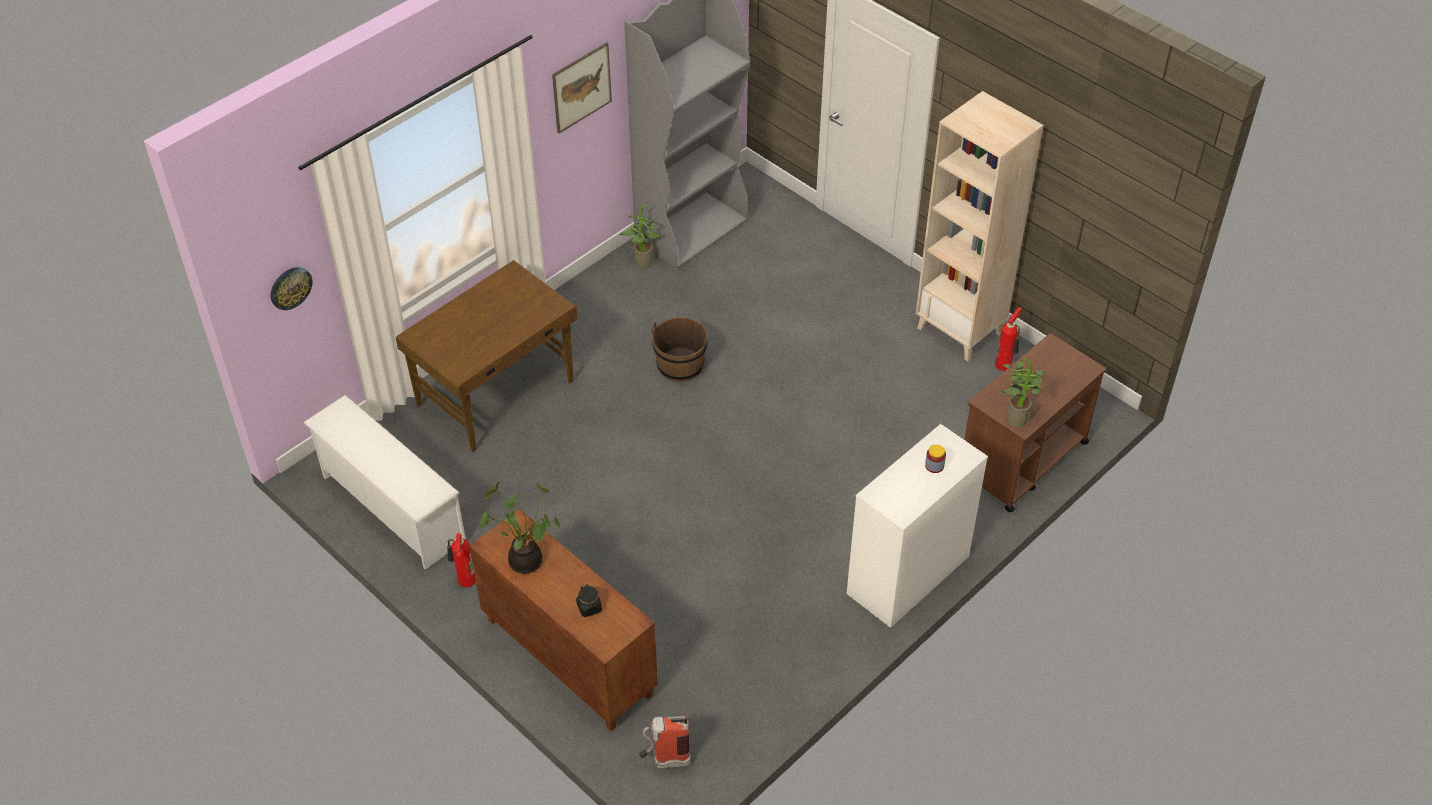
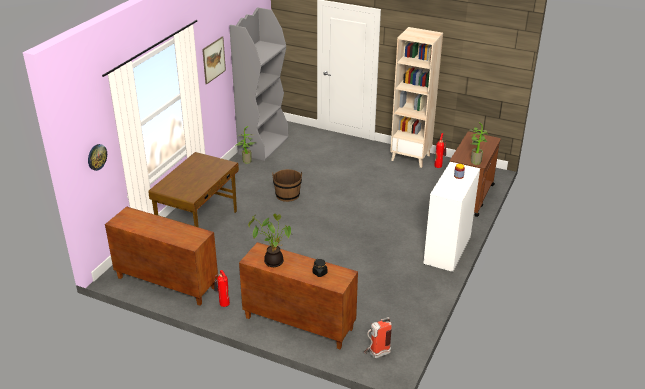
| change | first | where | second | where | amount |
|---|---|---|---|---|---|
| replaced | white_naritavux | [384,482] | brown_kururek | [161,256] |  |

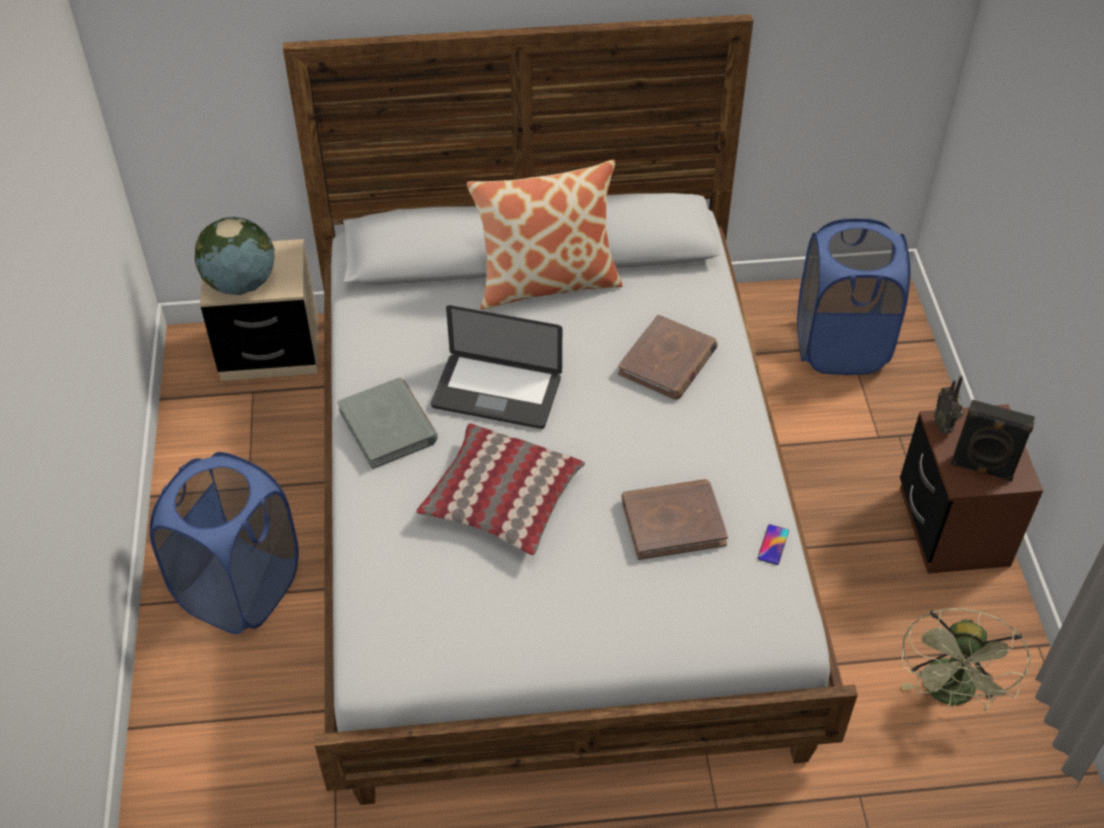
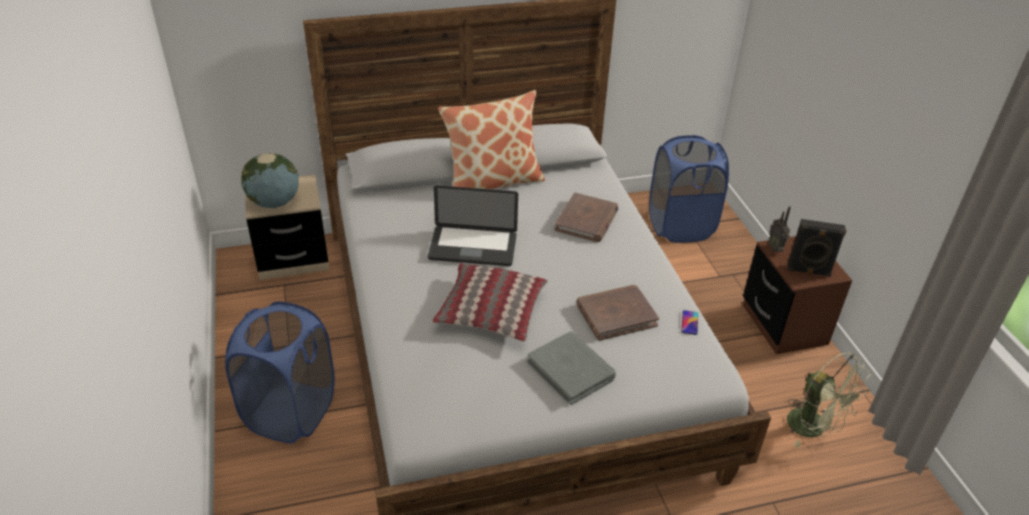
| change | first | where | second | where | amount |
|---|---|---|---|---|---|
| moved | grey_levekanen | [387,423] |  | [571,368] |  |
| turned | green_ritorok | [965,659] |  | [829,400] | 45 degrees counterclockwise |

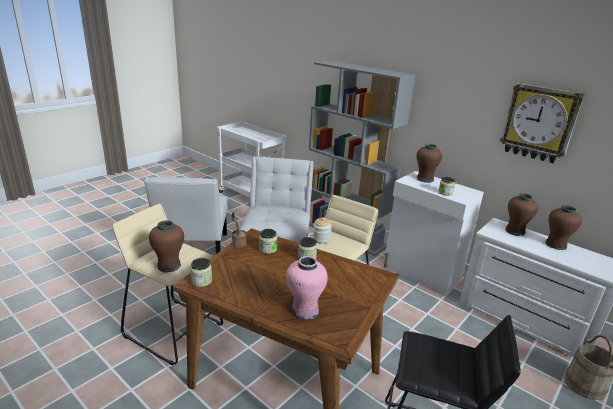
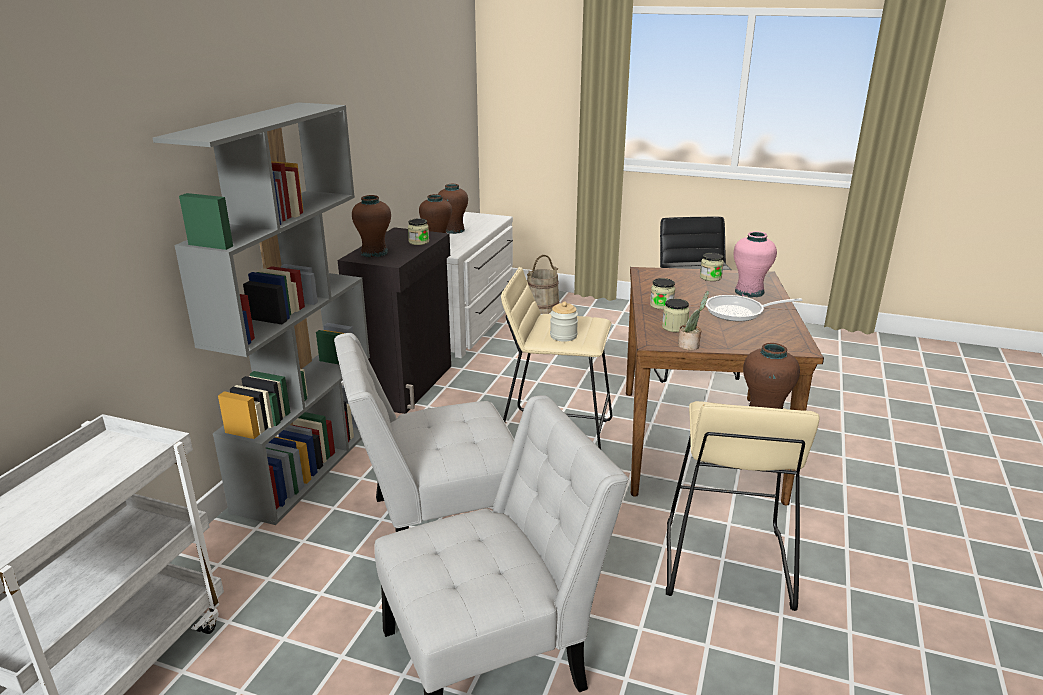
| change | first | where | second | where | amount |
|---|---|---|---|---|---|
| removed | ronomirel | [542,123] |  |  |  |
| recoloured | white_kururek | [433,233] | black_kururek | [394,320] |  |
| moved | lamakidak | [201,272] |  | [712,267] |  |
| added |  |  | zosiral | [754,308] |  |

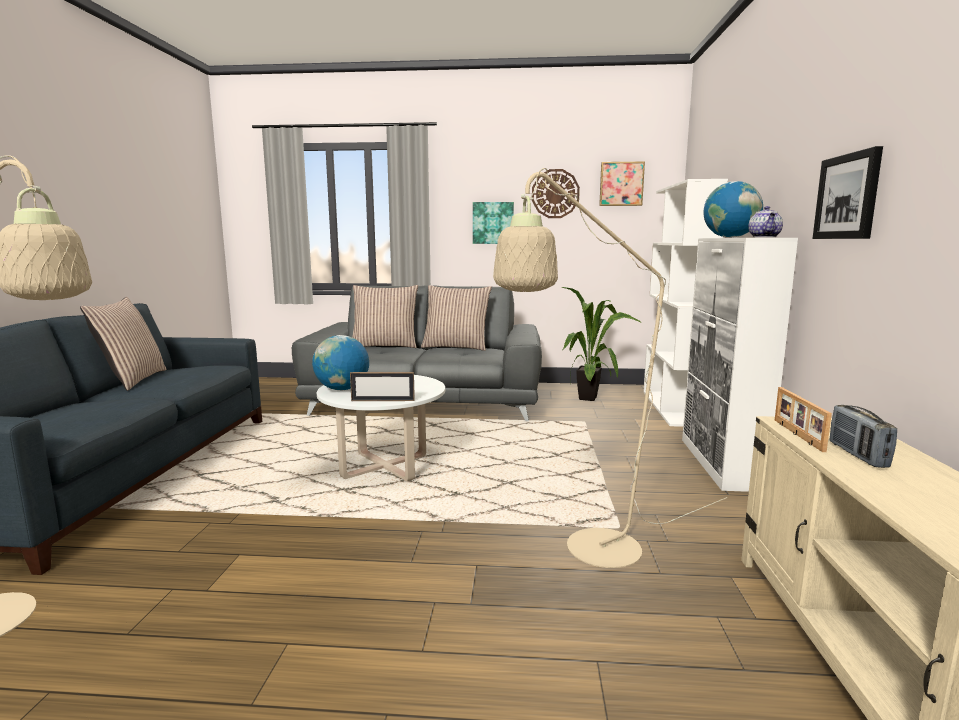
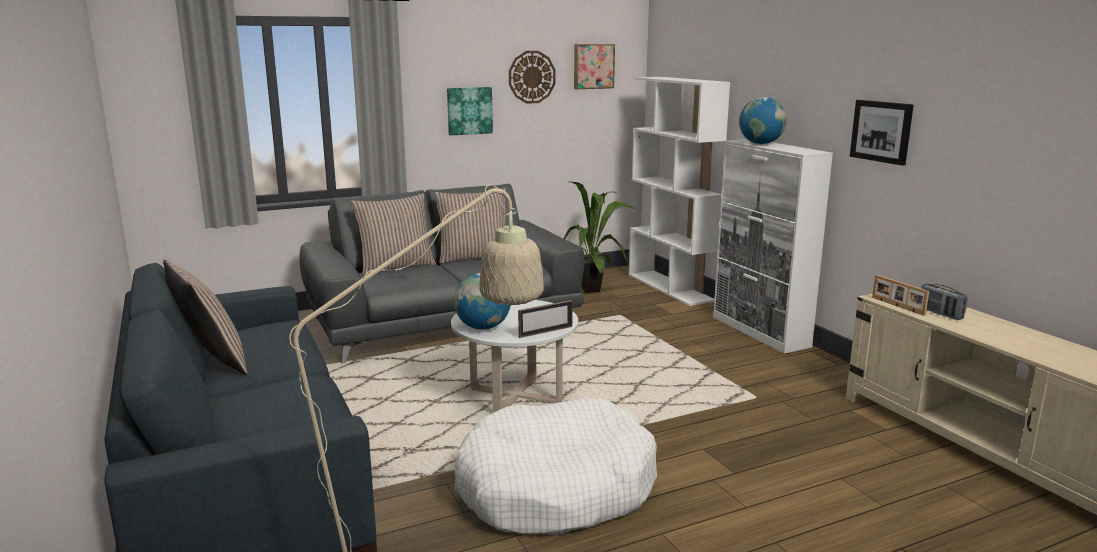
| change | first | where | second | where | amount |
|---|---|---|---|---|---|
| removed | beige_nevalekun | [610,368] |  |  |  |
| removed | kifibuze | [765,221] |  |  |  |
| added |  |  | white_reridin | [555,466] |  |

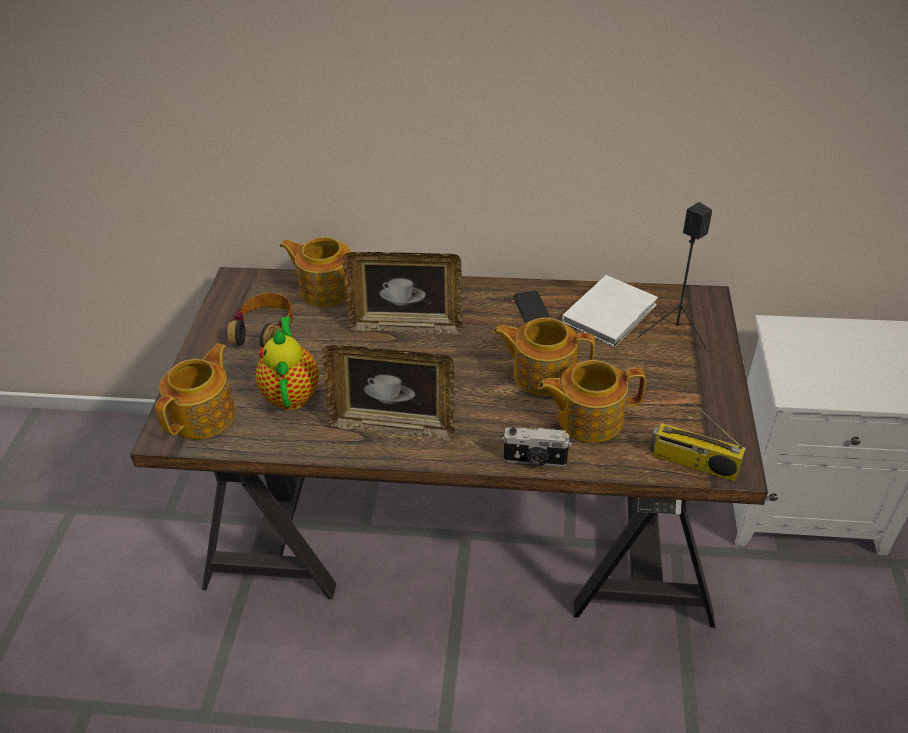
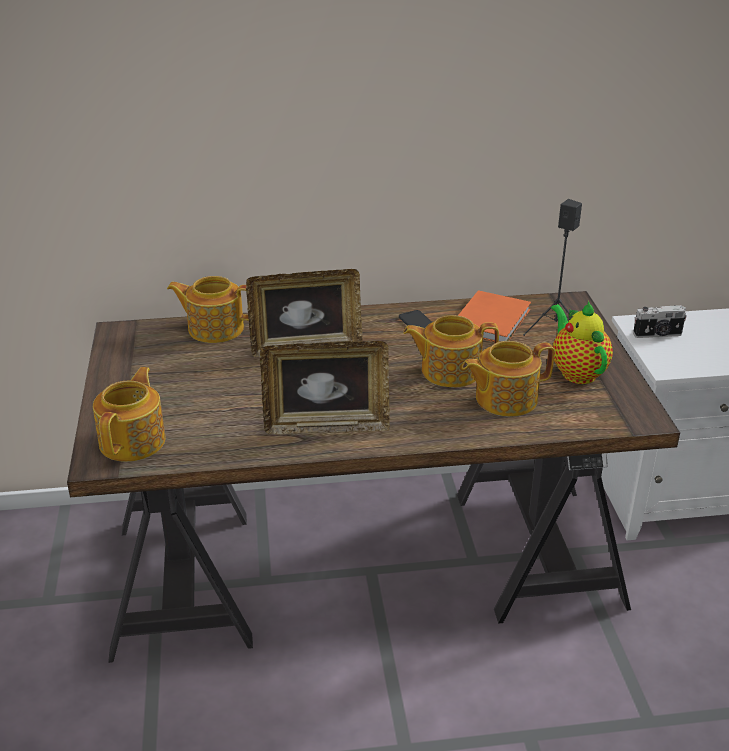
| change | first | where | second | where | amount |
|---|---|---|---|---|---|
| recoloured | white_levekanen | [610,311] | orange_levekanen | [494,316] |  |
| removed | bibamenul | [260,320] |  |  |  |
| moved | kifibuze | [287,363] |  | [582,342] |  |
| removed | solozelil | [697,436] |  |  |  |
| moved | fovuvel | [537,447] |  | [660,321] |  |

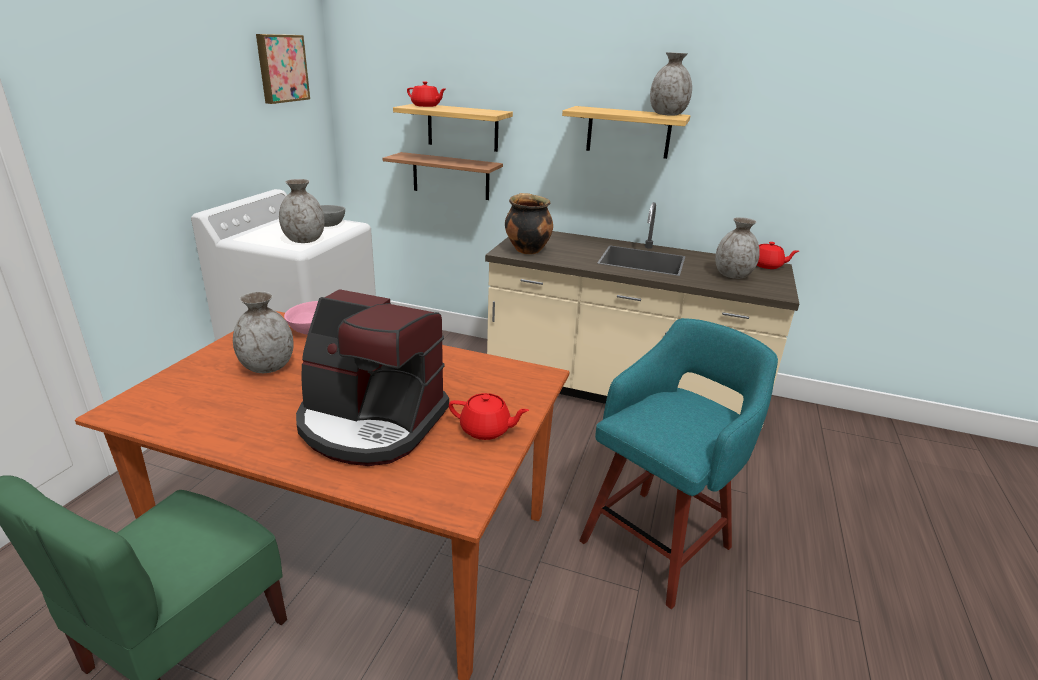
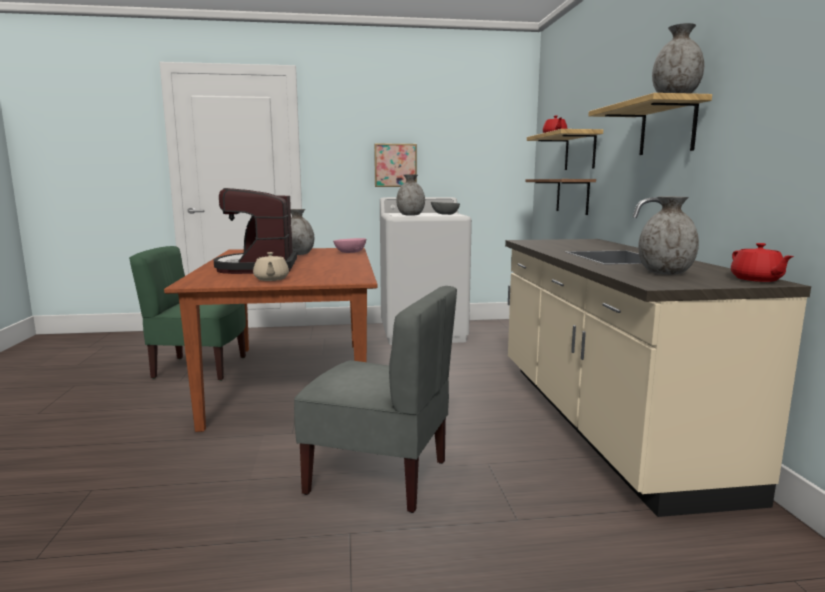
| change | first | where | second | where | amount |
|---|---|---|---|---|---|
| moved | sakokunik | [283,69] |  | [395,165] |  |
| removed | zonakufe | [529,223] |  |  |  |
| replaced | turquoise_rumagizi | [678,463] | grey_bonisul | [375,399] |  |
| recoloured | red_kifibuze | [489,416] | beige_kifibuze | [271,266] |  |

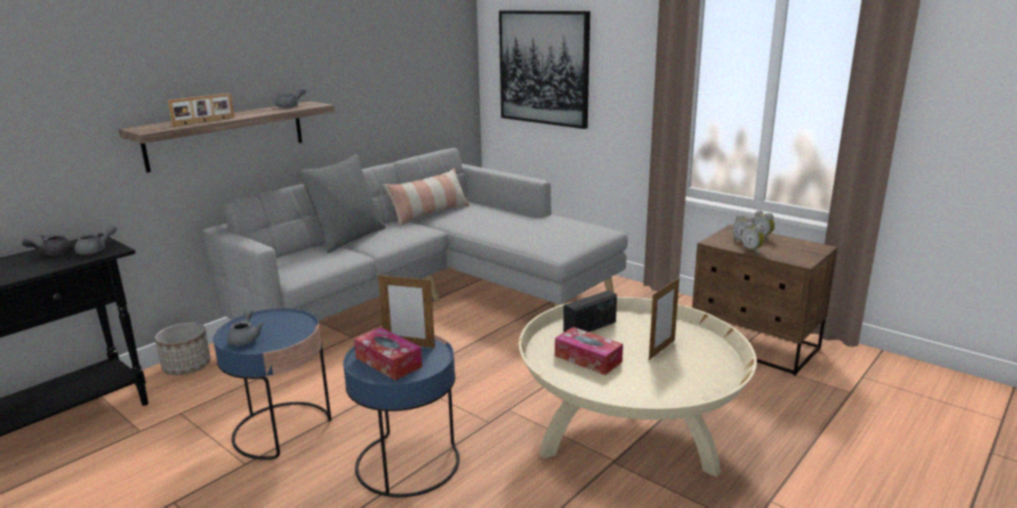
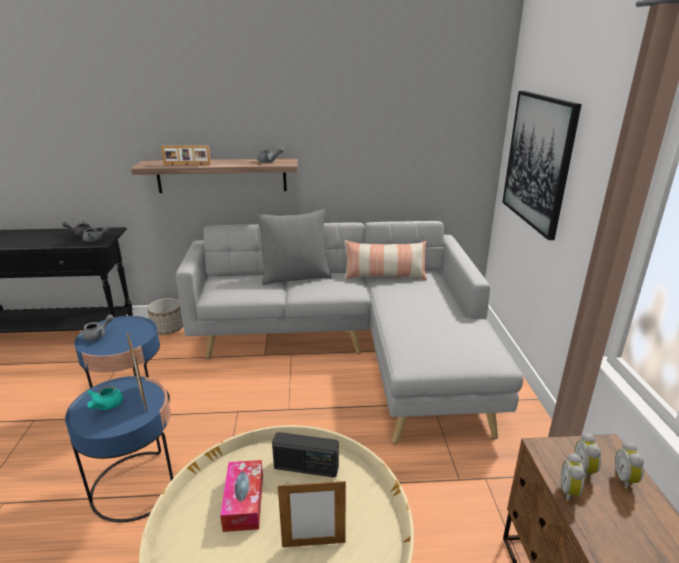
| change | first | where | second | where | amount |
|---|---|---|---|---|---|
| replaced | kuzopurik | [388,353] | turquoise_kifibuze | [105,397] |  |

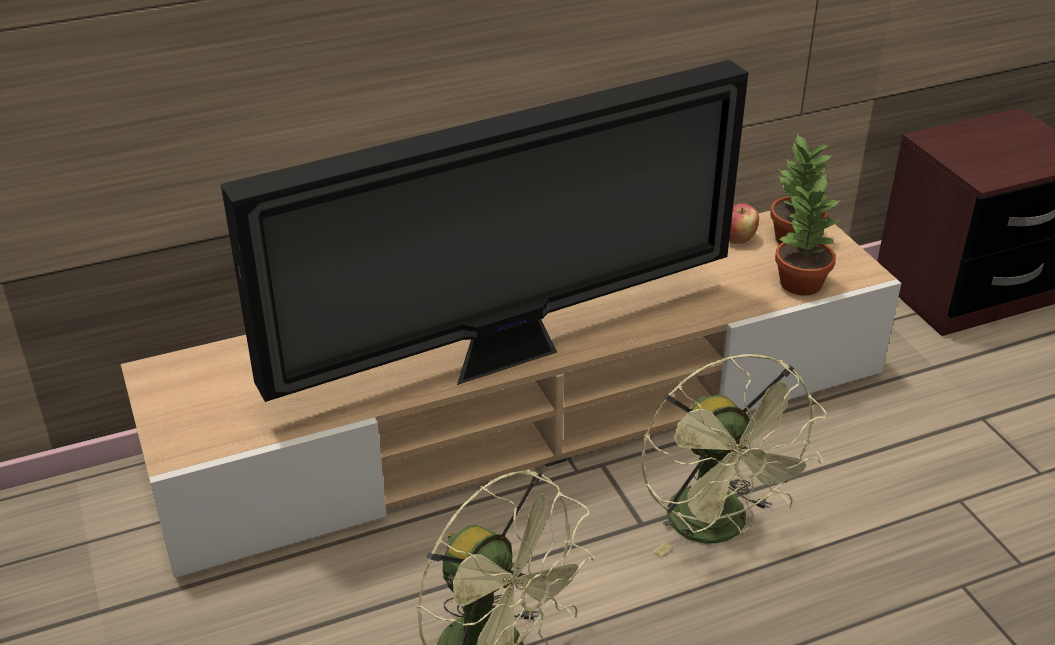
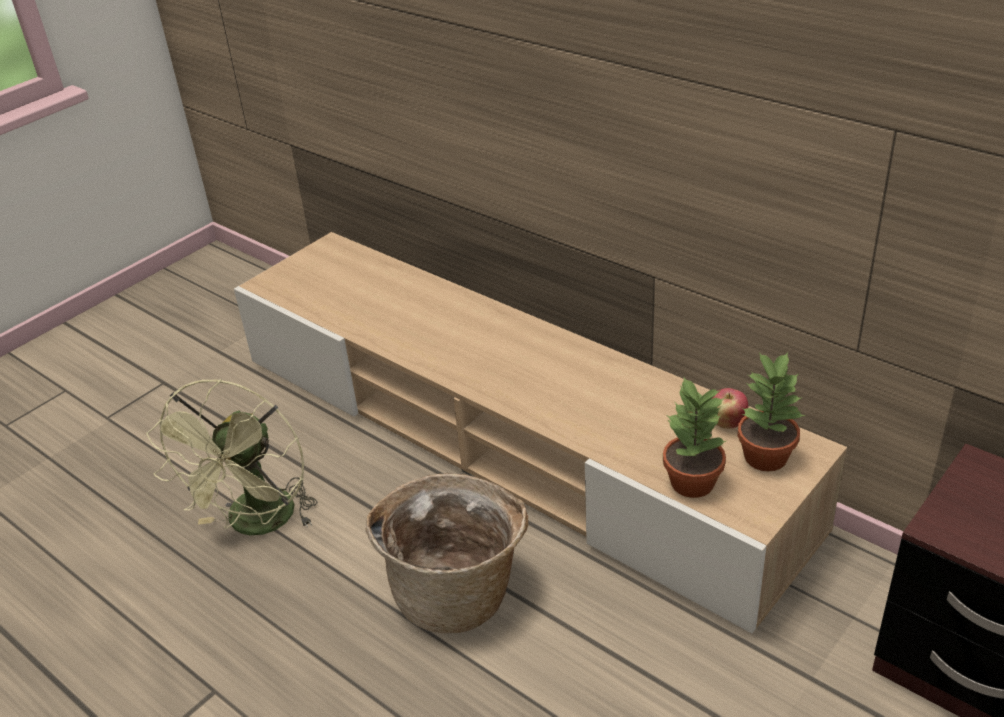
| change | first | where | second | where | amount |
|---|---|---|---|---|---|
| removed | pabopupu | [484,231] |  |  |  |
| replaced | green_ritorok | [734,455] | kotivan | [447,553] |  |

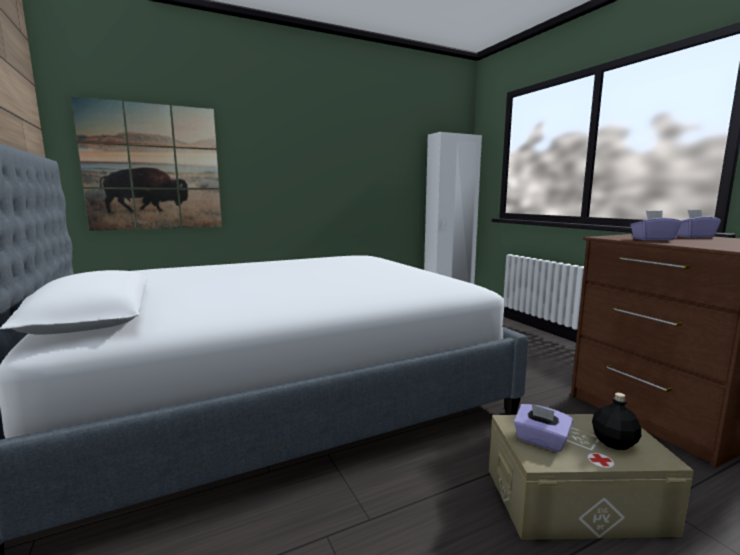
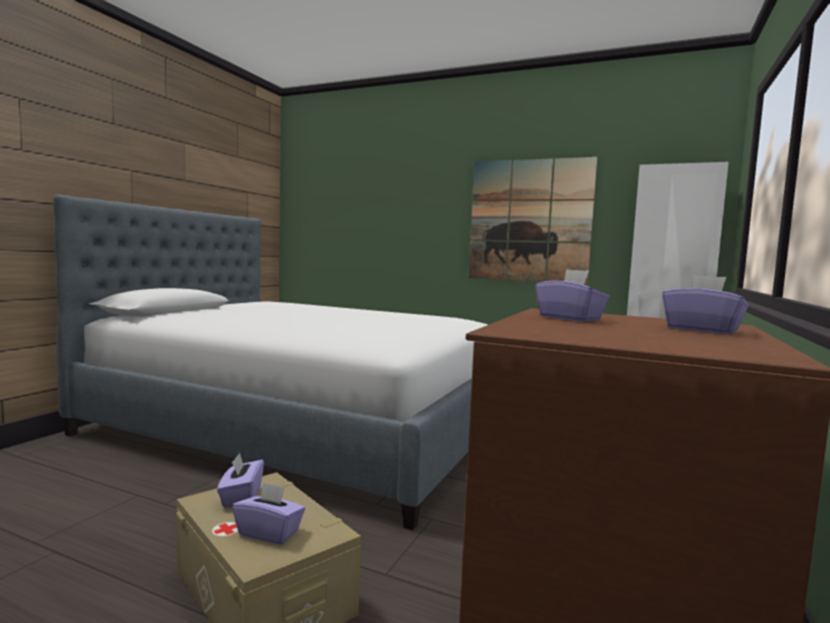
| change | first | where | second | where | amount |
|---|---|---|---|---|---|
| moved | sakokunik | [146,163] |  | [533,221] |  |
| replaced | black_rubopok | [616,421] | purple_kuzopurik | [268,513] |  |

